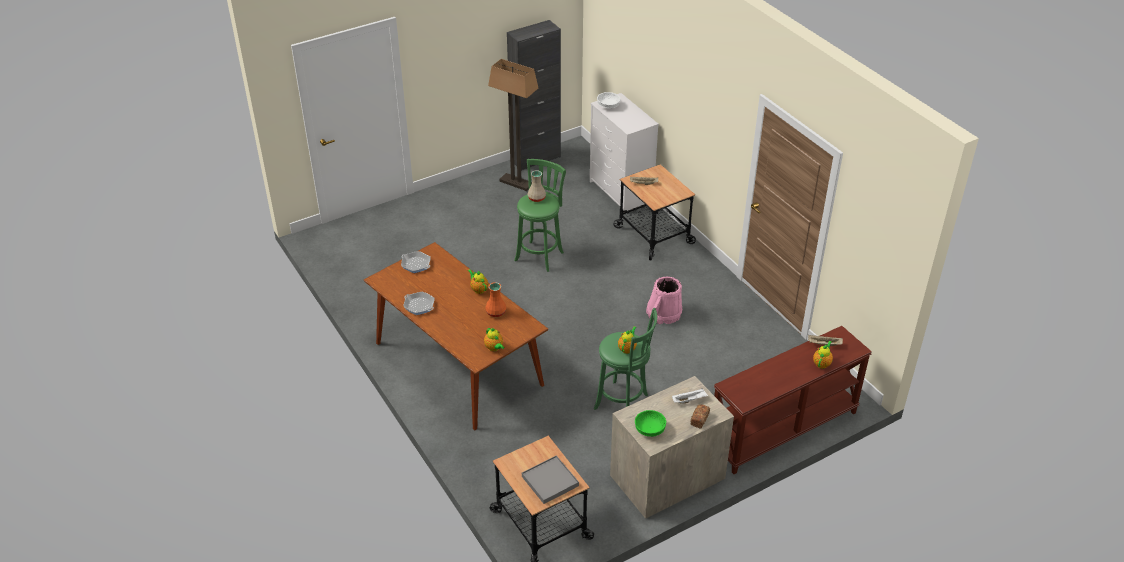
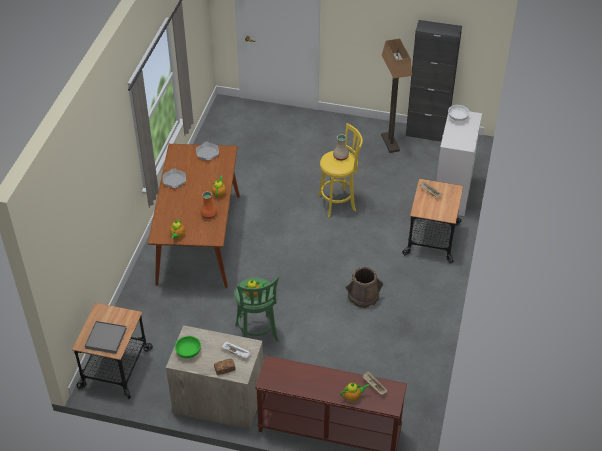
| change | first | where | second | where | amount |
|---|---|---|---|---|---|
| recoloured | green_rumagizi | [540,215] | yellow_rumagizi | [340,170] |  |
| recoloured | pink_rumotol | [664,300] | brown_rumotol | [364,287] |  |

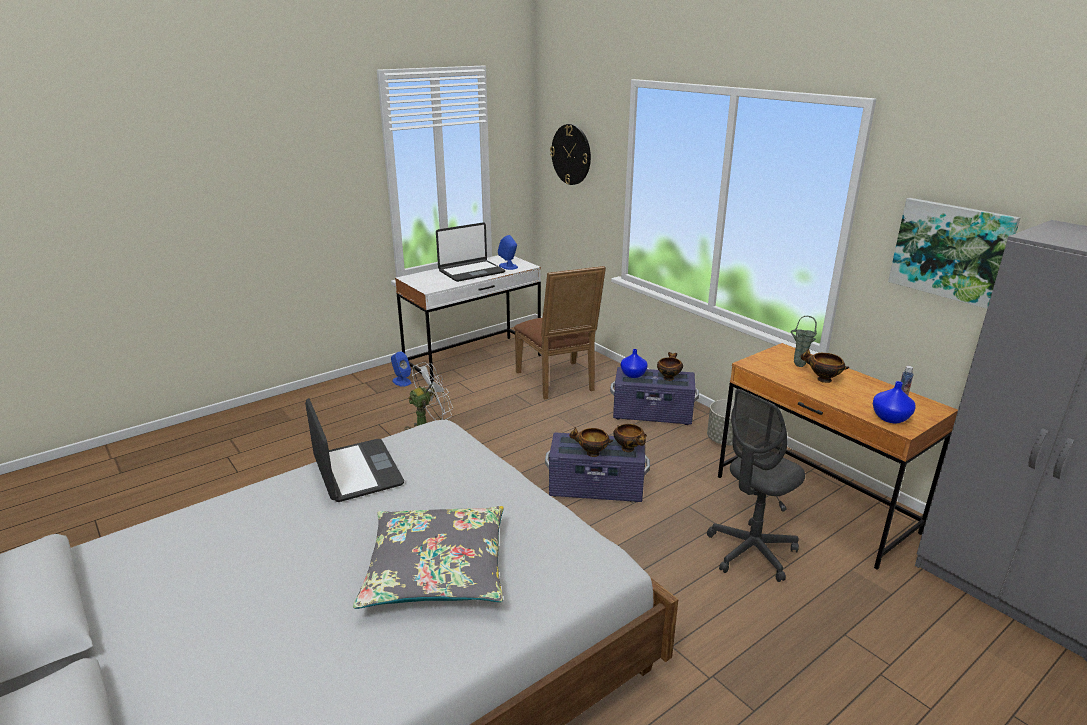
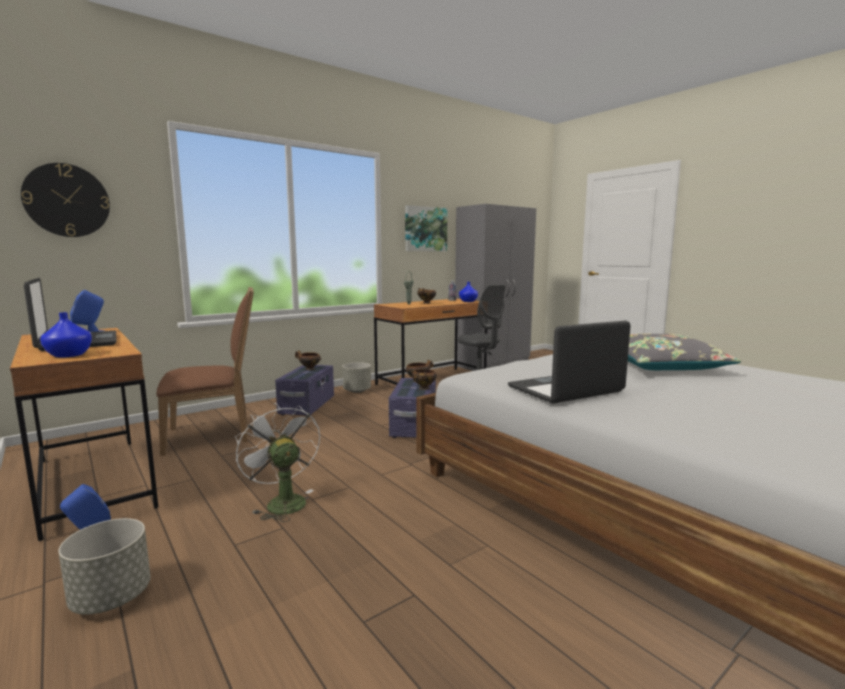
| change | first | where | second | where | amount |
|---|---|---|---|---|---|
| recoloured | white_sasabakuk | [468,321] | brown_sasabakuk | [84,434] |  |
| moved | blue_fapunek | [634,363] |  | [66,335] |  |
| added |  |  | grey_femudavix | [104,566] |  |

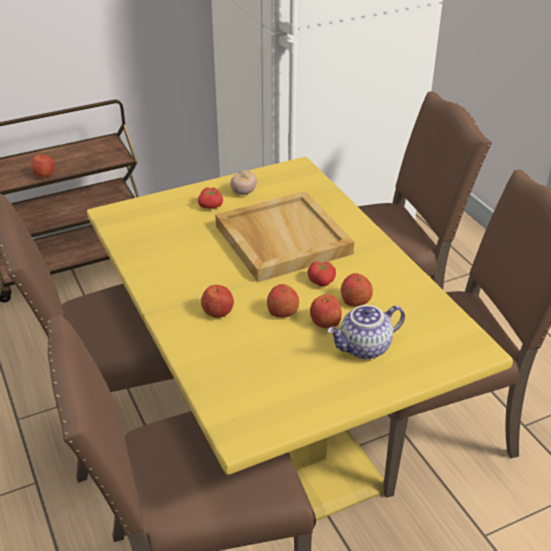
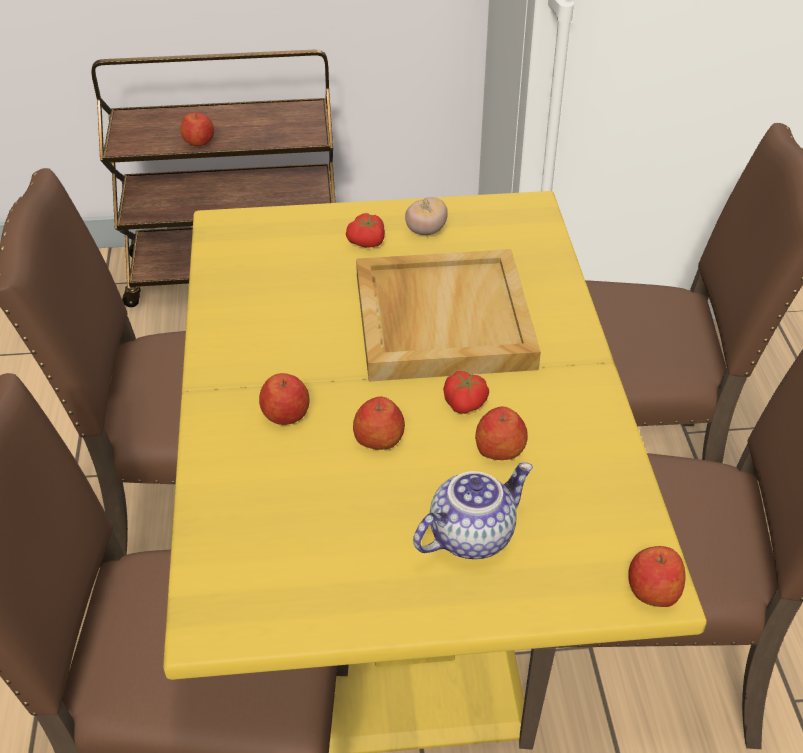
| change | first | where | second | where | amount |
|---|---|---|---|---|---|
| moved | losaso | [326,311] |  | [656,576] |  |
| turned | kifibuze | [366,332] |  | [473,511] | 150 degrees clockwise |

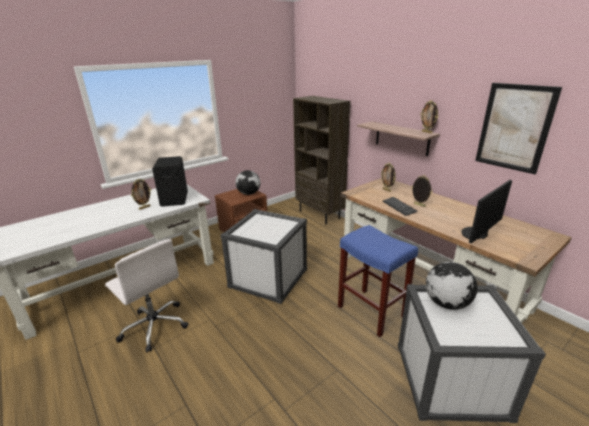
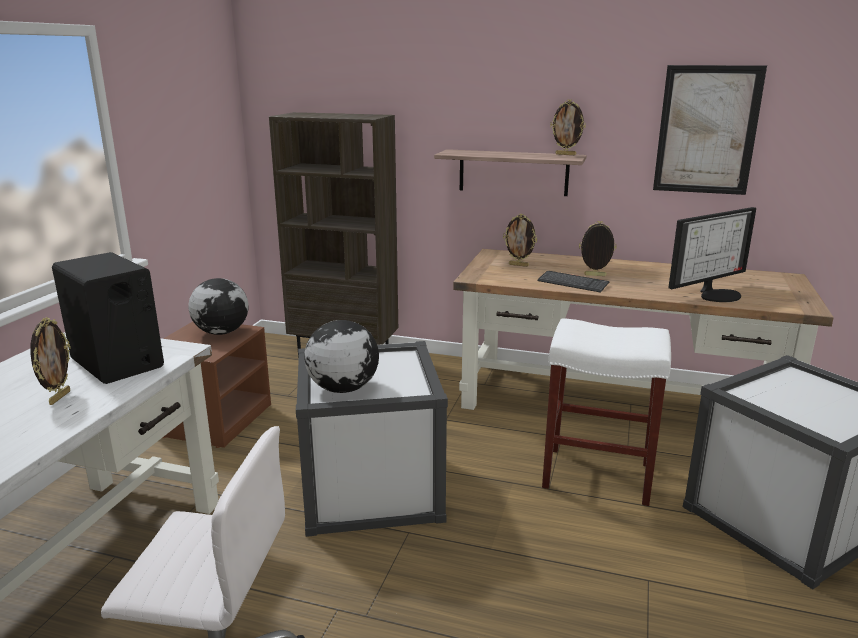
| change | first | where | second | where | amount |
|---|---|---|---|---|---|
| turned | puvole | [486,211] |  | [712,254] | 135 degrees counterclockwise |
| recoloured | blue_rumagizi | [378,281] | white_rumagizi | [606,412] |  |
| moved | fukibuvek | [452,286] |  | [341,356] |  |

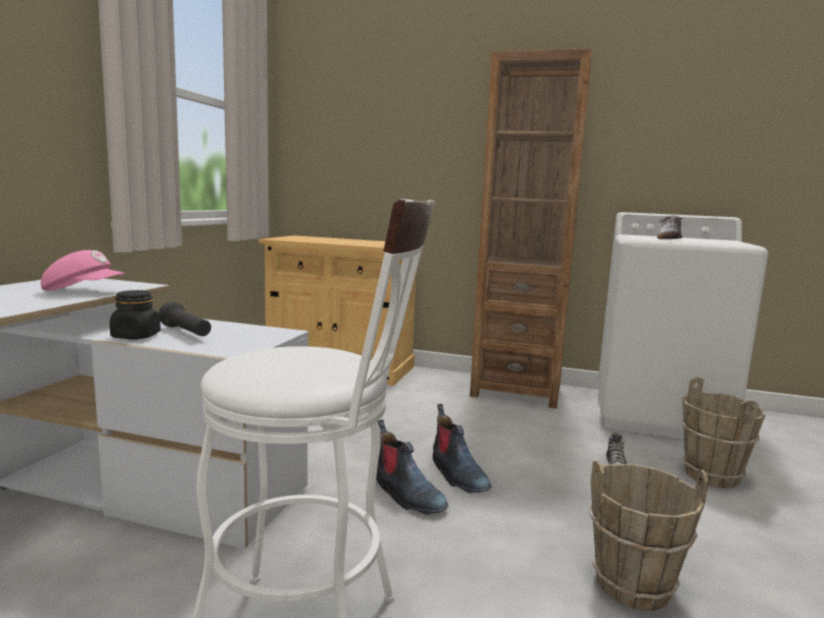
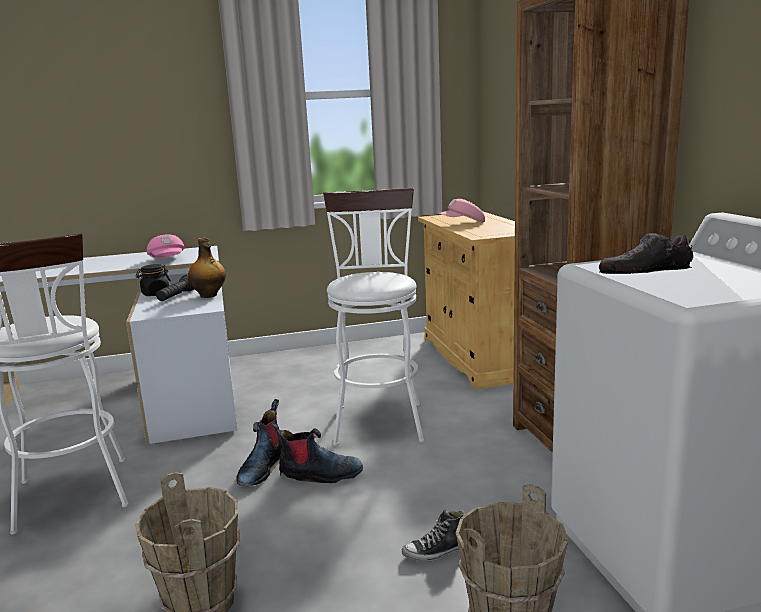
| change | first | where | second | where | amount |
|---|---|---|---|---|---|
| turned | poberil | [462,448] |  | [317,452] | 120 degrees counterclockwise |
| added |  |  | white_rumagizi | [373,317] |  |
| added |  |  | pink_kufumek | [462,210] |  |
| added |  |  | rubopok | [207,267] |  |

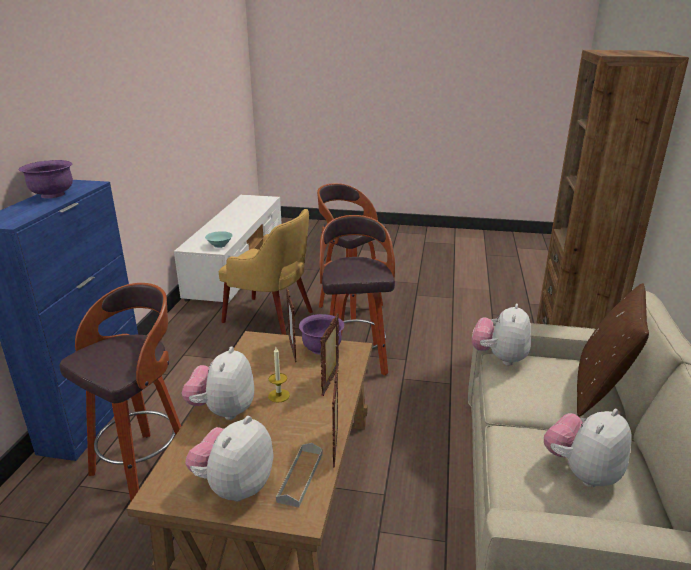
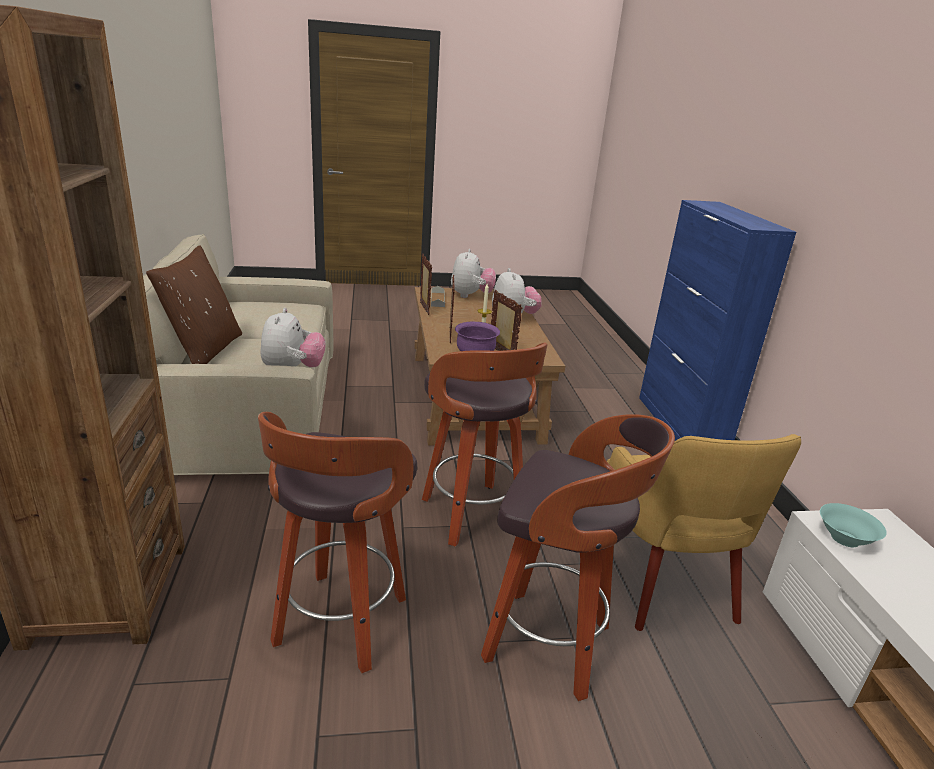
| change | first | where | second | where | amount |
|---|---|---|---|---|---|
| removed | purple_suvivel | [46,179] |  |  |  |
| turned | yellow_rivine | [266,272] |  | [704,532] | 105 degrees counterclockwise |
| moved | rumagizi | [120,392] |  | [337,542] |  |
| removed | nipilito | [588,448] |  |  |  |

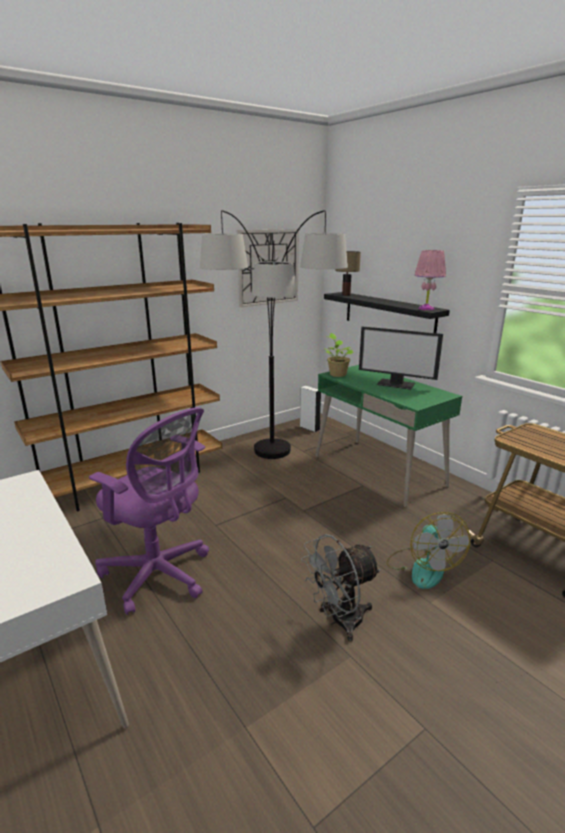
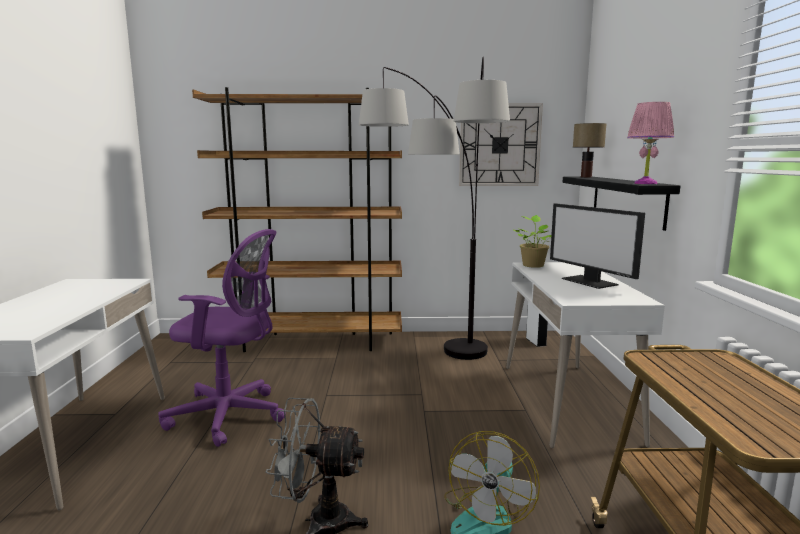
| change | first | where | second | where | amount |
|---|---|---|---|---|---|
| recoloured | green_sasabakuk | [389,436] | white_sasabakuk | [585,355] |  |
| turned | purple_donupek | [149,511] |  | [222,338] | 60 degrees counterclockwise |

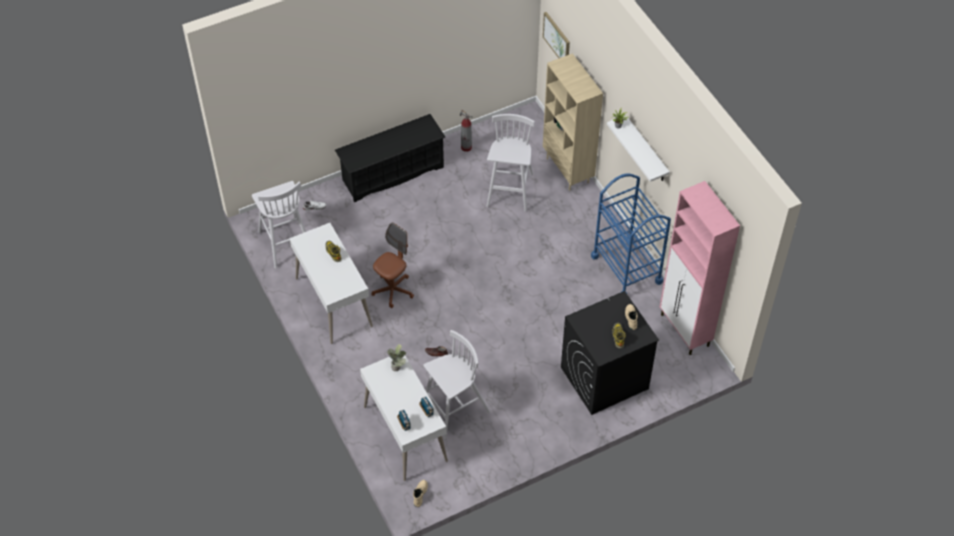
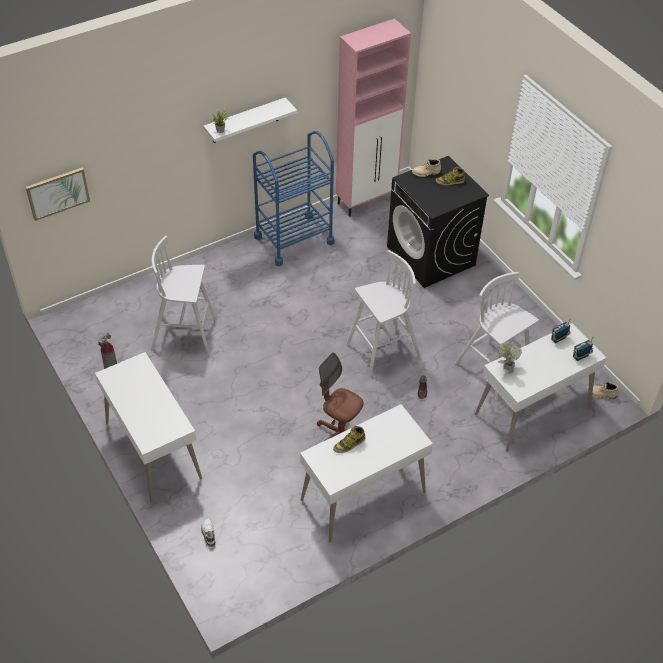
| change | first | where | second | where | amount |
|---|---|---|---|---|---|
| removed | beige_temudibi | [573,122] |  |  |  |
| replaced | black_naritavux | [390,158] | white_sasabakuk | [148,427] |  |
| moved | white_rumagizi | [279,225] |  | [383,313] |  |

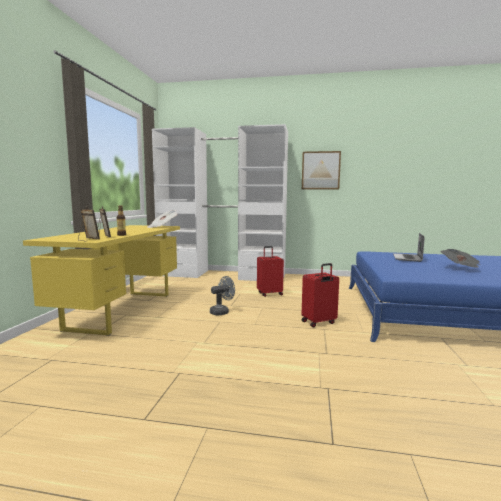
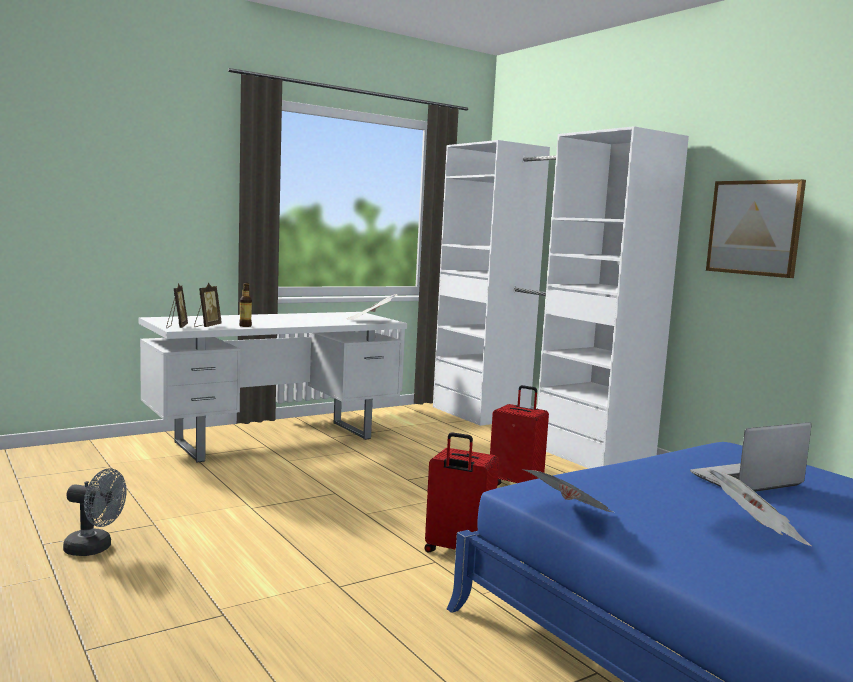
| change | first | where | second | where | amount |
|---|---|---|---|---|---|
| recoloured | yellow_sasabakuk | [101,280] | white_sasabakuk | [272,387] |  |
| moved | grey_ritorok | [222,295] |  | [95,512] |  |
| added |  |  | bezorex | [568,491] |  |

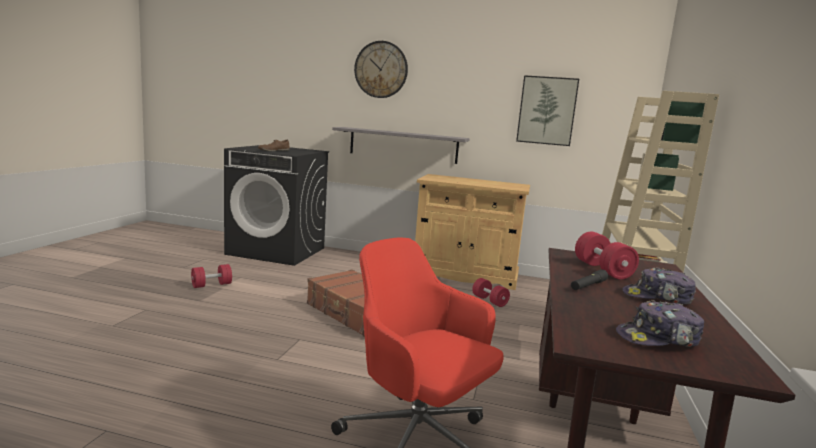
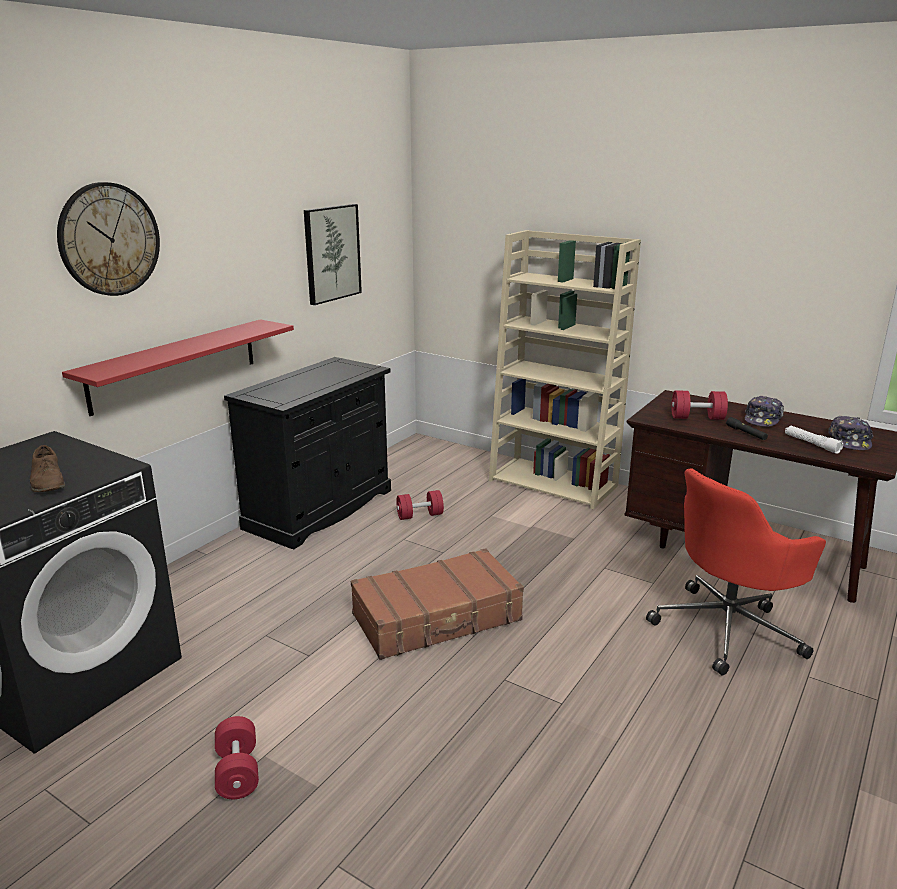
| change | first | where | second | where | amount |
|---|---|---|---|---|---|
| recoloured | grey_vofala | [401,145] | red_vofala | [178,367] |  |
| recoloured | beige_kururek | [472,232] | black_kururek | [307,453] |  |
| added |  |  | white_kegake | [814,440] |  |

